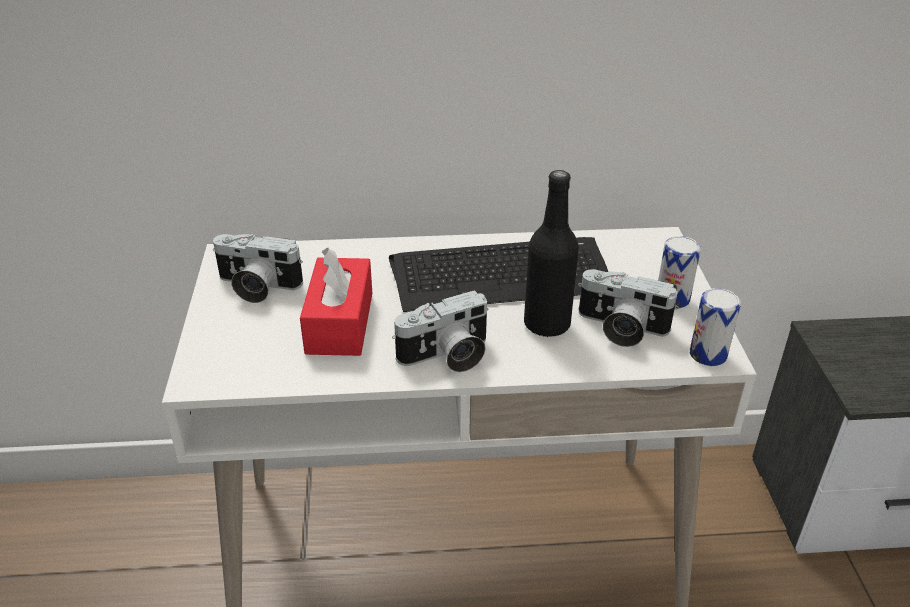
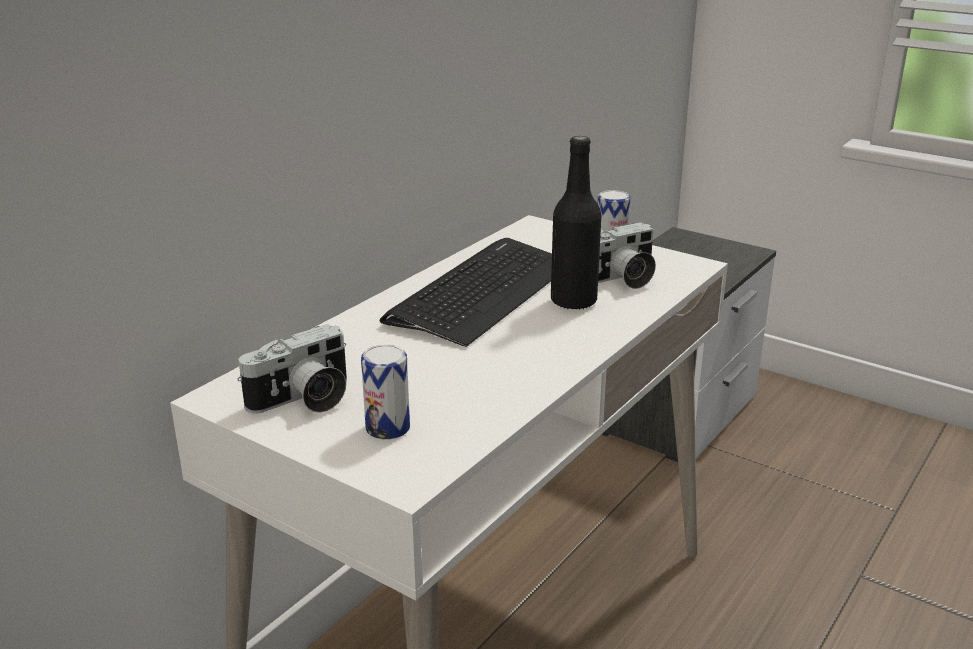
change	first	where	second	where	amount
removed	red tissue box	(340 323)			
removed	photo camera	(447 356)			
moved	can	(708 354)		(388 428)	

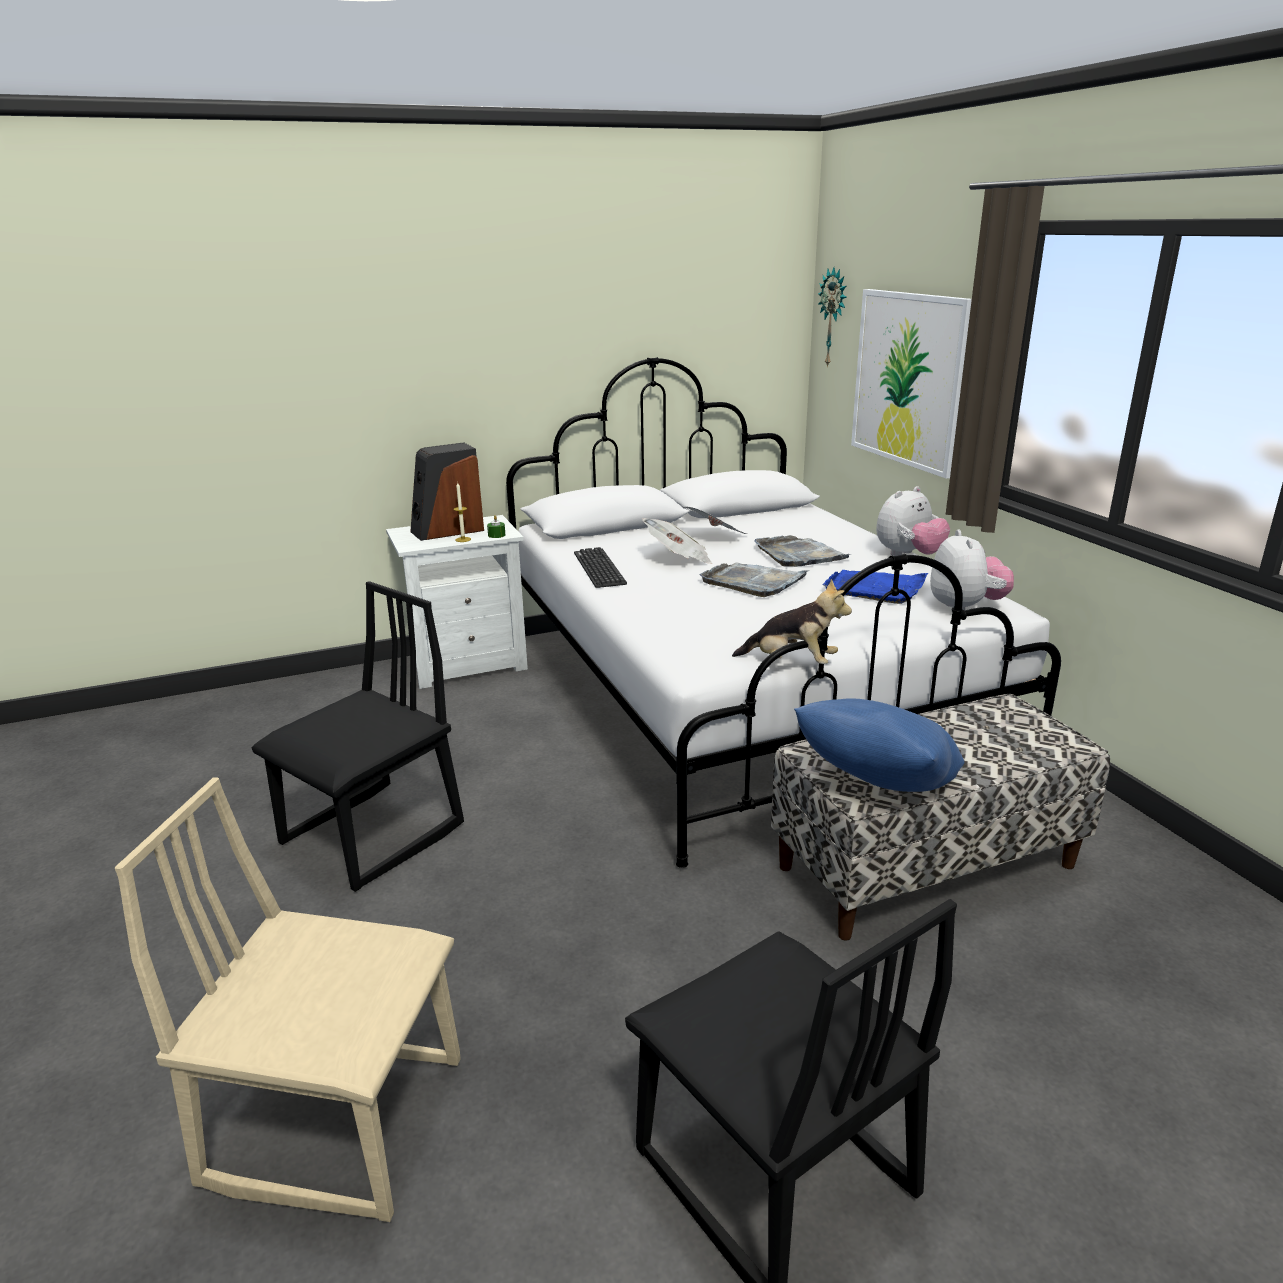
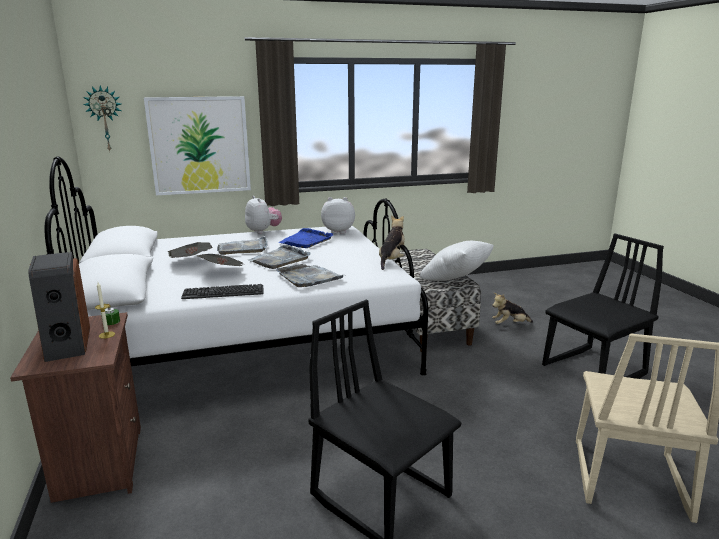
change	first	where	second	where	amount
added			grey tray	(309 277)	
added			plush toy	(509 324)	
recoloured	white nightstand	(467 664)	brown nightstand	(98 463)	
recoloured	blue pillow	(876 788)	white pillow	(456 280)	

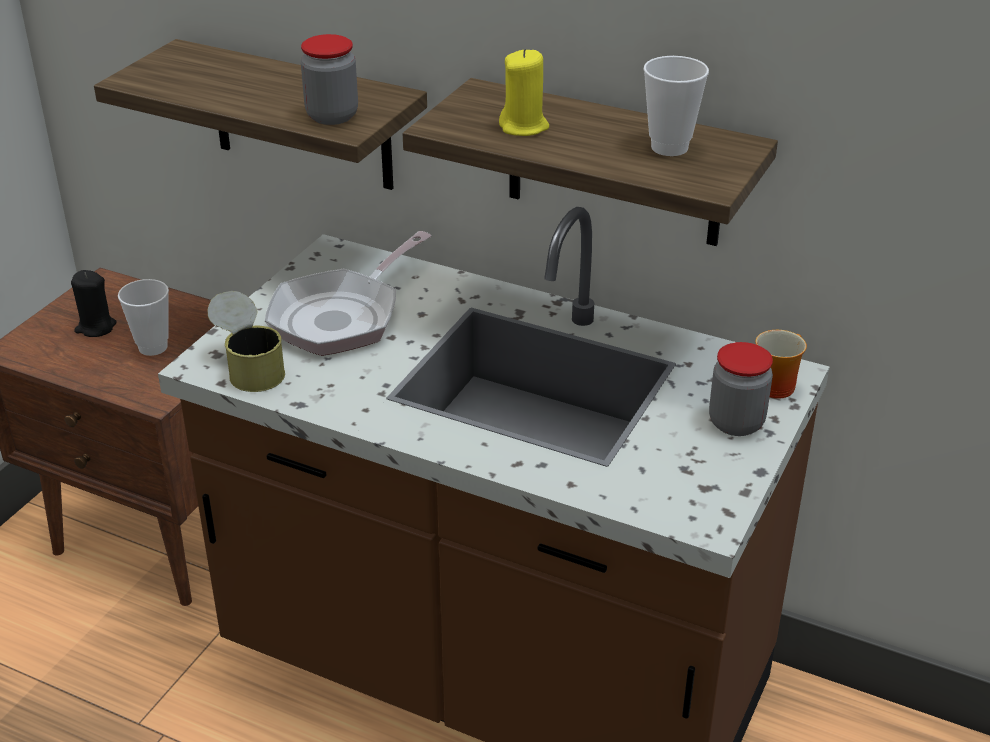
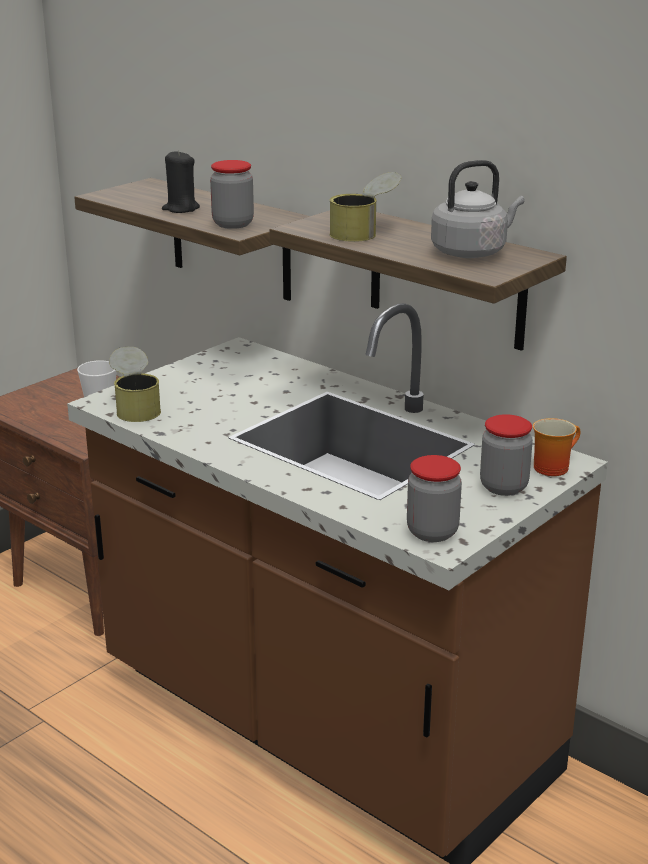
change	first	where	second	where	amount
removed	frying pan	(342 316)			
added			jar	(432 532)	
moved	black candle	(95 327)		(181 209)	
replaced	yellow candle	(524 127)	can	(365 232)	
replaced	cup	(669 147)	grey kettle	(472 252)	

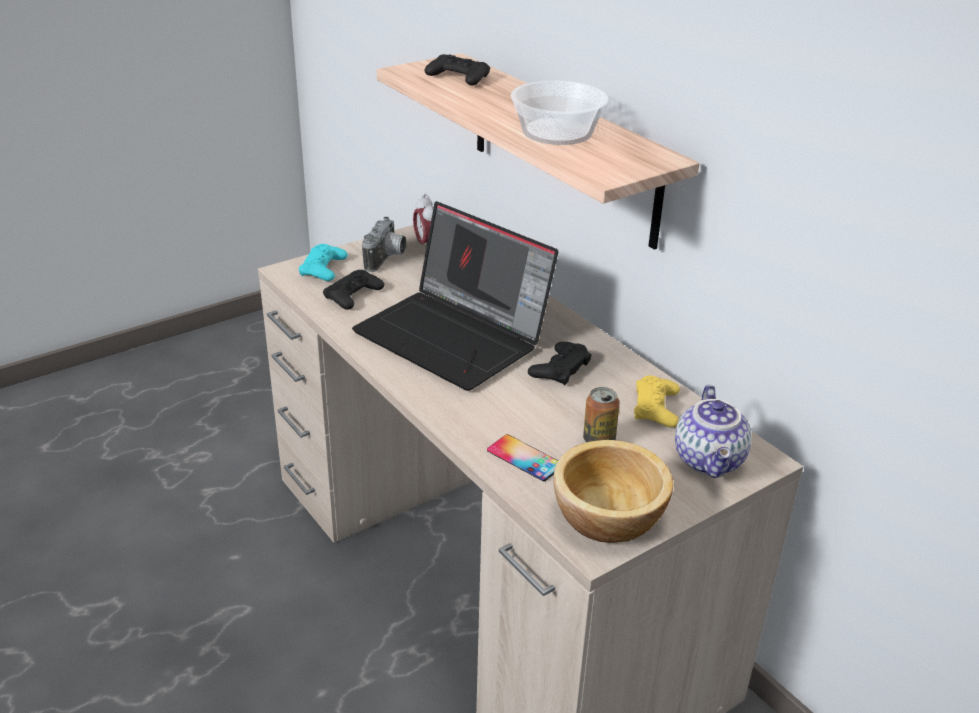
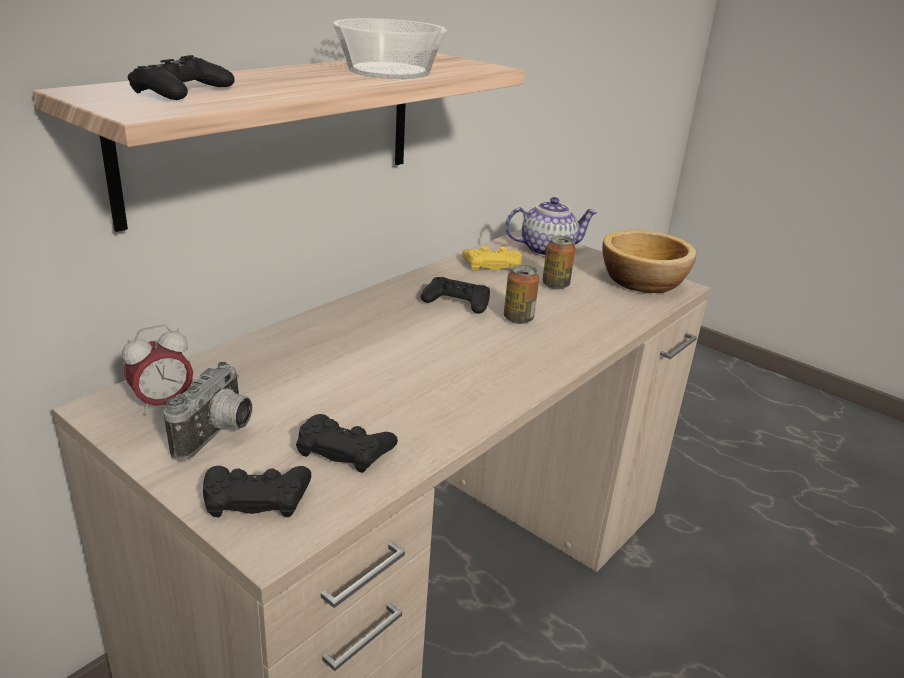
change	first	where	second	where	amount
removed	laptop	(455 337)			
removed	phone	(524 458)			
added			can	(518 318)	
recoloured	turquoise game controller	(323 268)	black game controller	(256 497)	
turned	photo camera	(387 260)		(218 434)	105 degrees clockwise

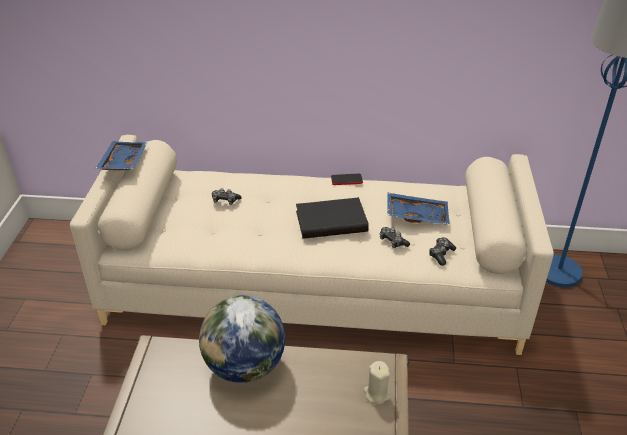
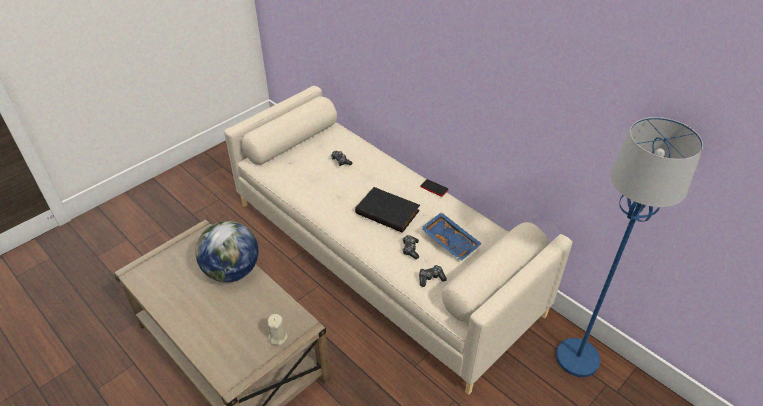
change	first	where	second	where	amount
removed	blue tray	(122 162)			

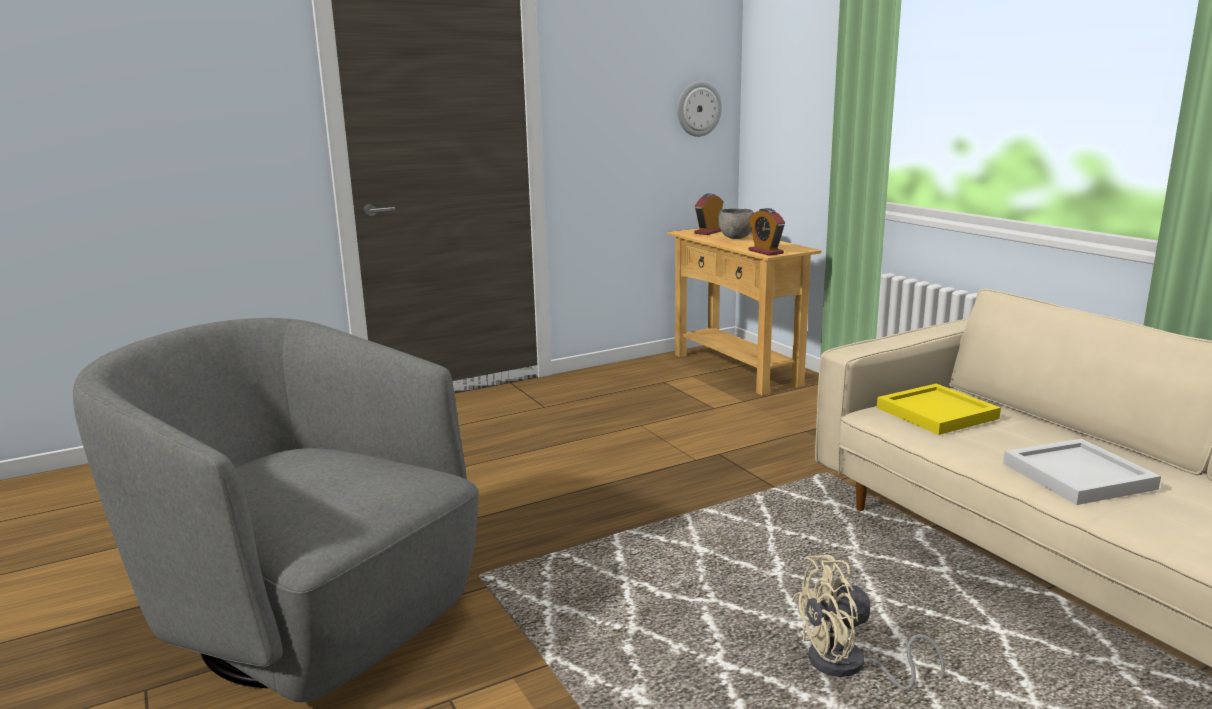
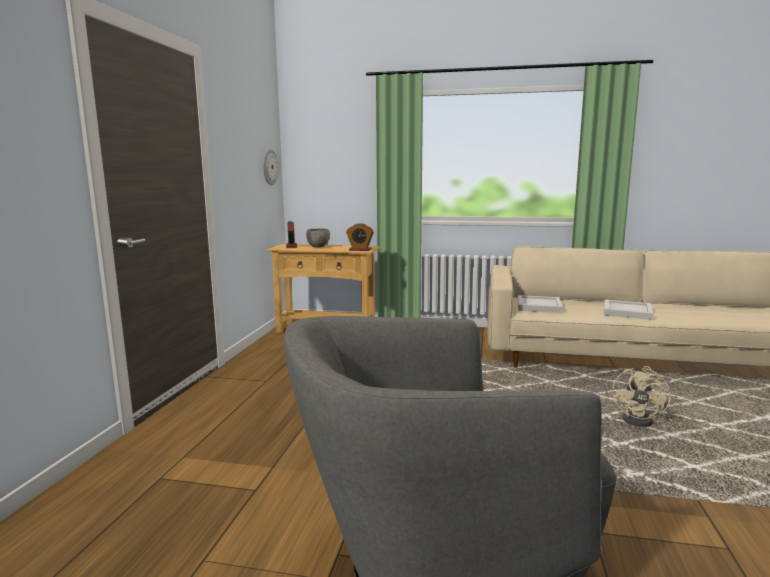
change	first	where	second	where	amount
recoloured	yellow tray	(936 412)	white tray	(538 306)	

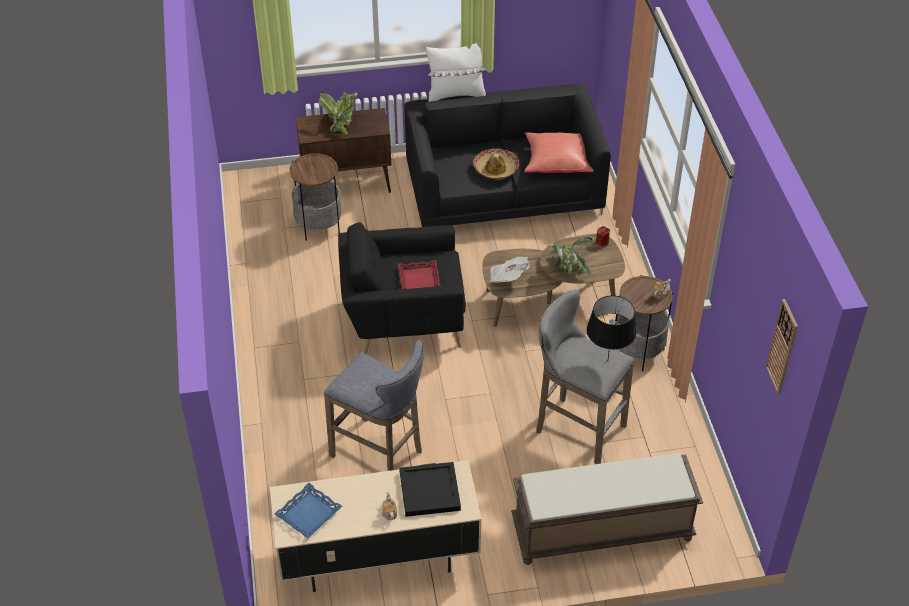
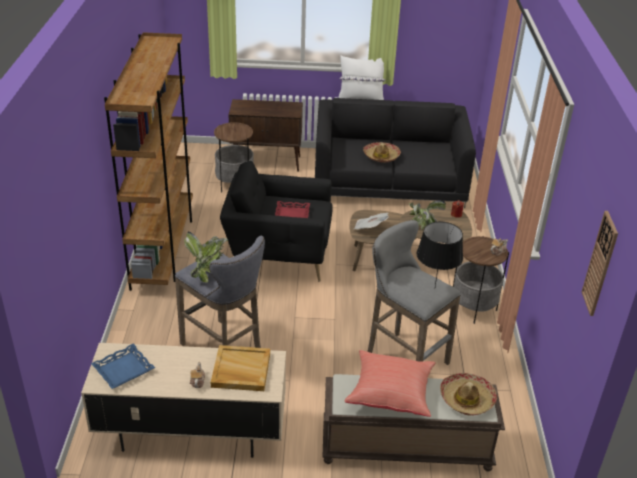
change	first	where	second	where	amount
added			brown bookcase	(163 249)	
added			hat	(467 399)	
moved	potted plant	(341 124)		(207 270)	
moved	red pillow	(557 162)		(390 393)	
recoloured	black tray	(429 491)	beige tray	(240 370)	

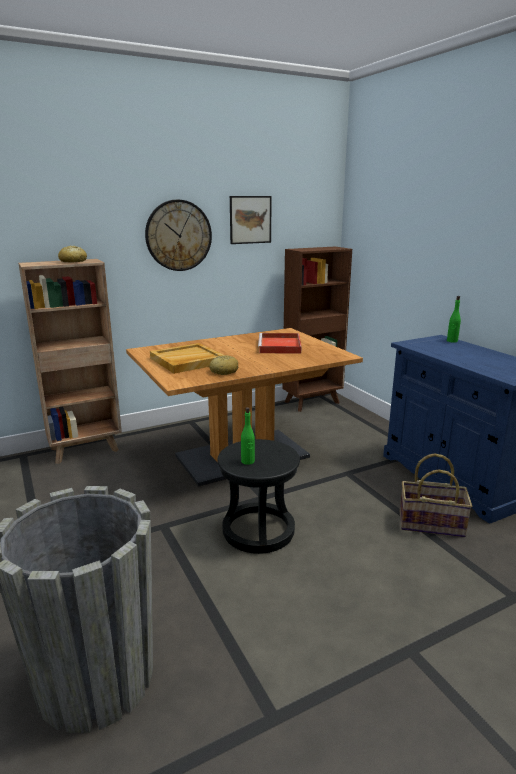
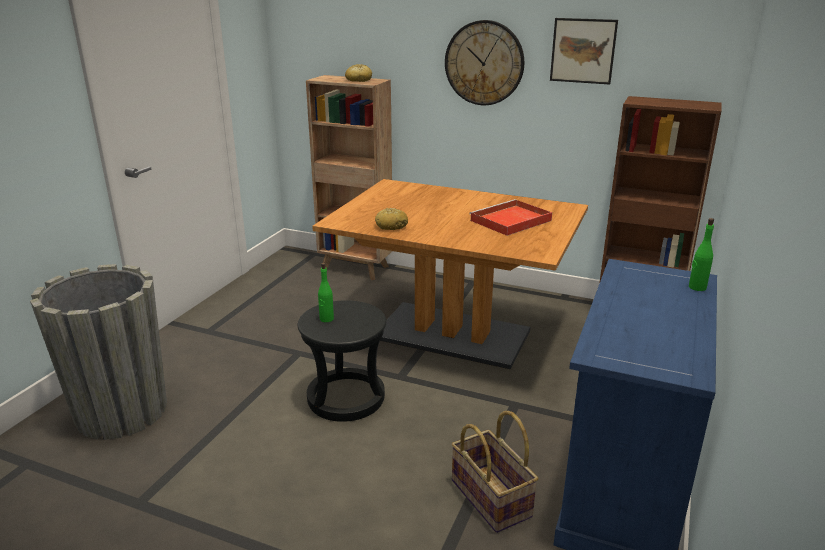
change	first	where	second	where	amount
removed	beige tray	(187 361)			

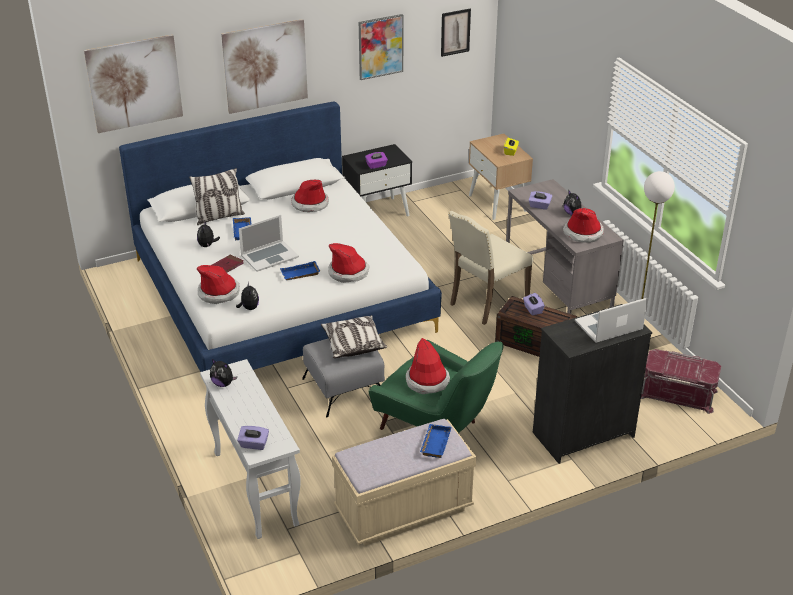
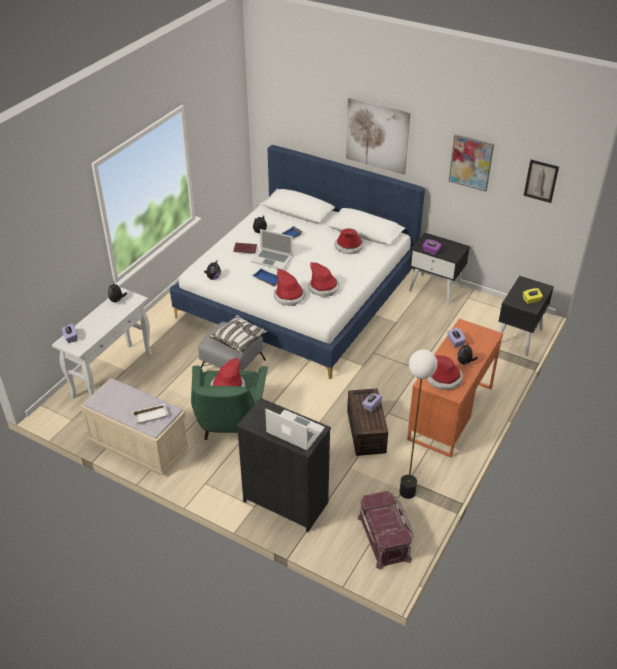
change	first	where	second	where	amount
removed	picture	(134 83)			
removed	pillow	(219 217)			
removed	beige chair	(486 303)			
moved	hat	(219 292)		(323 288)	
recoloured	blue tray	(434 443)	white tray	(151 415)	
recoloured	beige nightstand	(497 203)	black nightstand	(518 337)	
recoloured	grey desk	(557 284)	orange desk	(450 413)	

